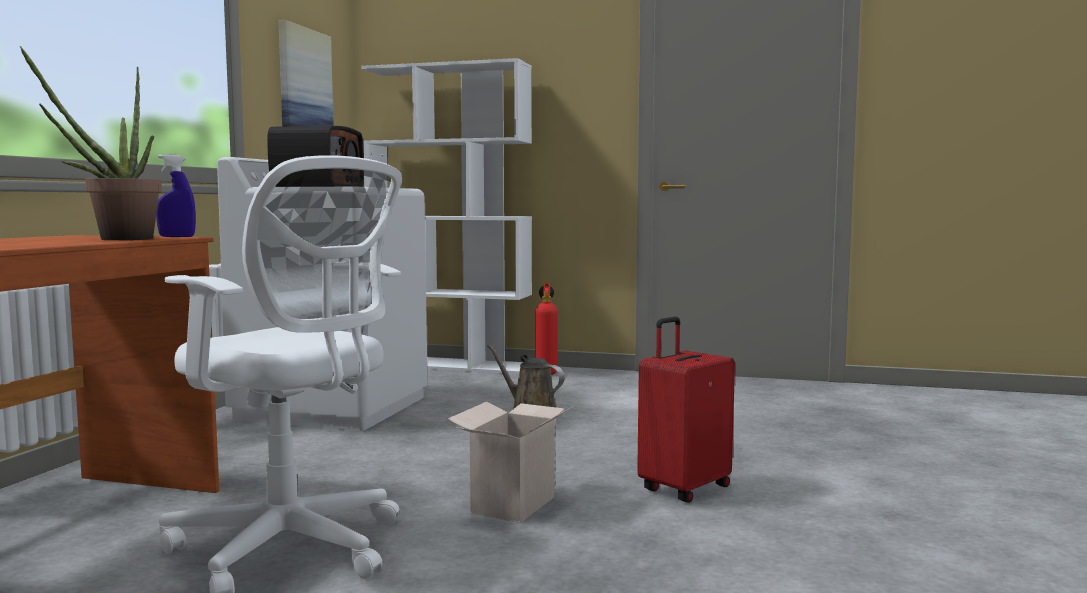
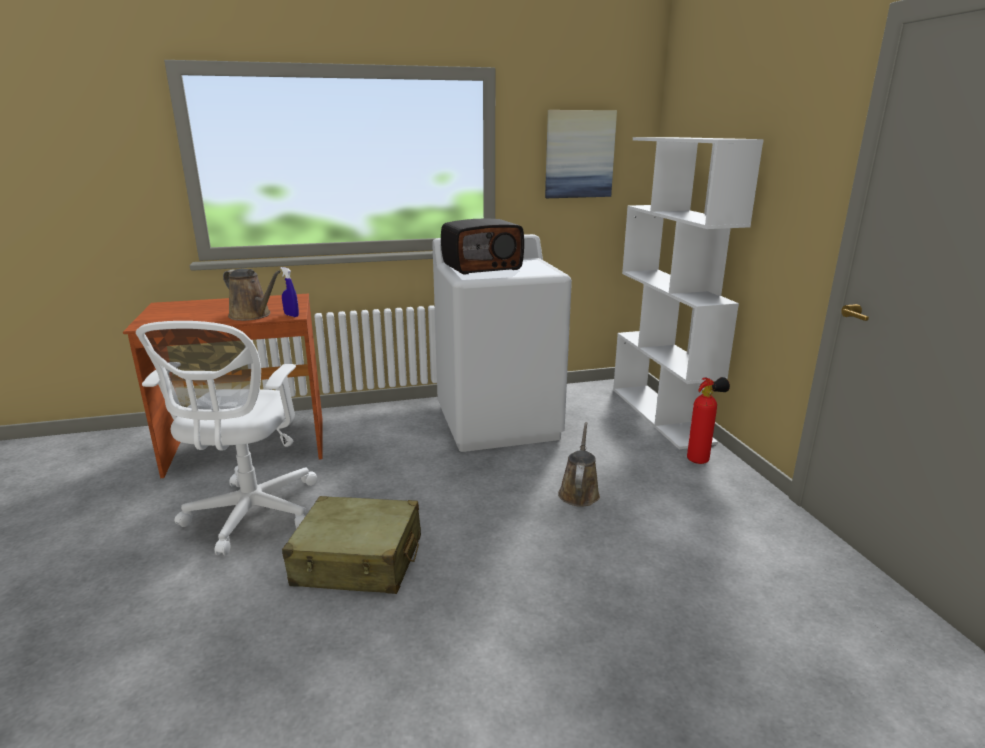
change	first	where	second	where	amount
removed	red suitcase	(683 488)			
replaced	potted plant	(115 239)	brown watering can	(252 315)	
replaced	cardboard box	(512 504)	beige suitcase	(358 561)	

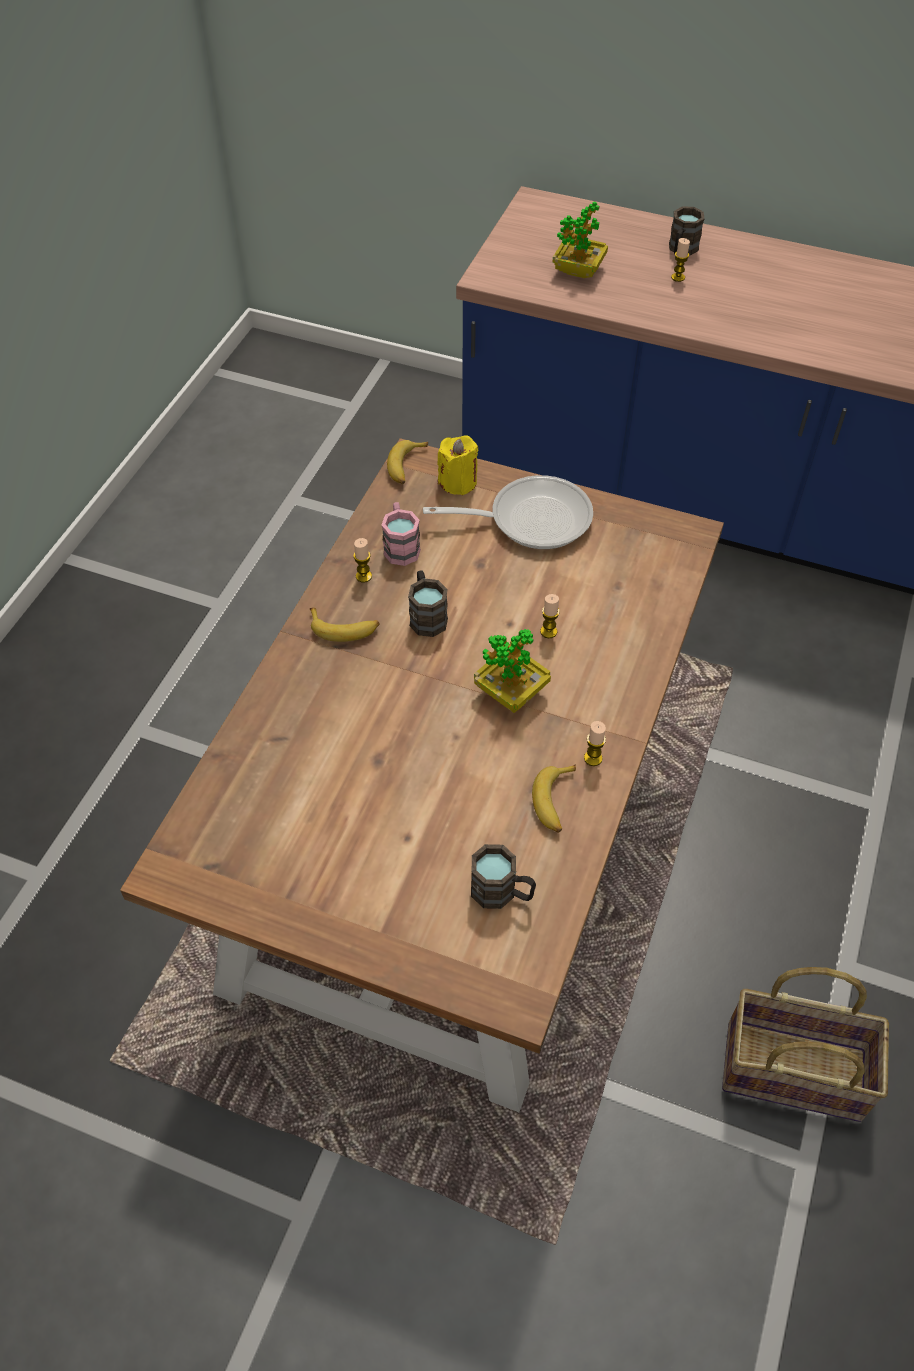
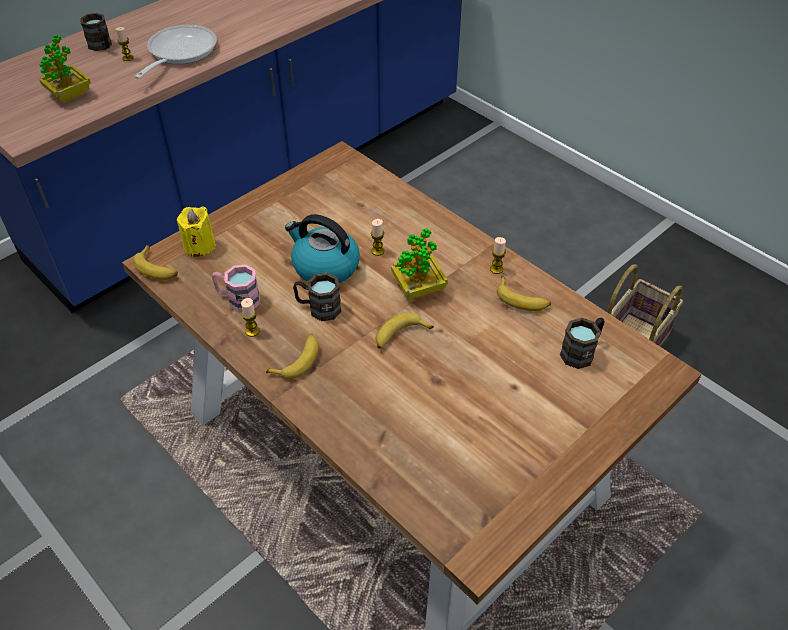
change	first	where	second	where	amount
added			kettle	(324 267)	
added			banana	(400 336)	
moved	frying pan	(530 519)		(179 53)	

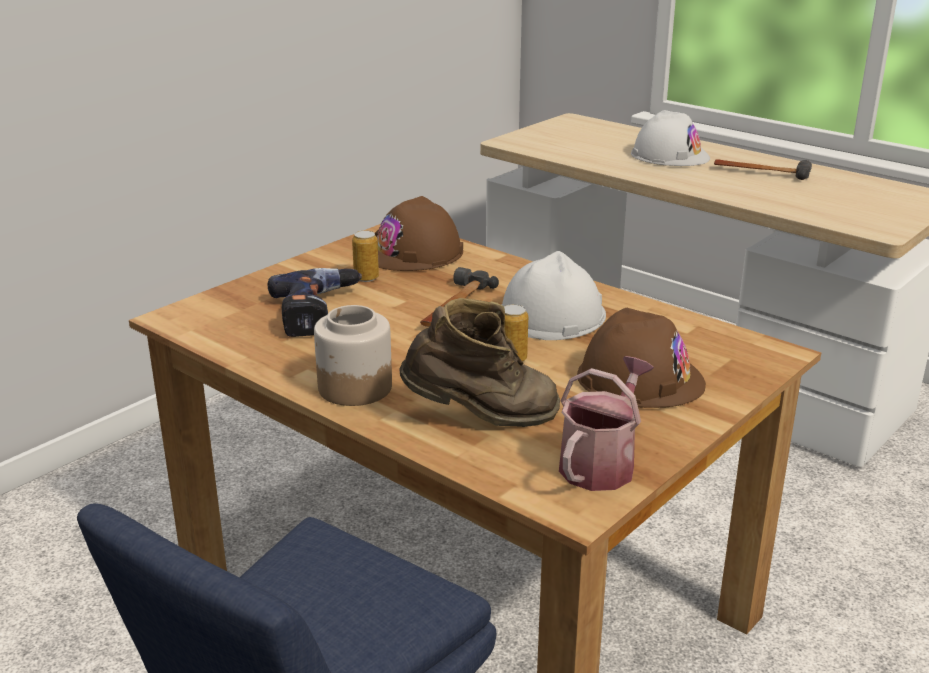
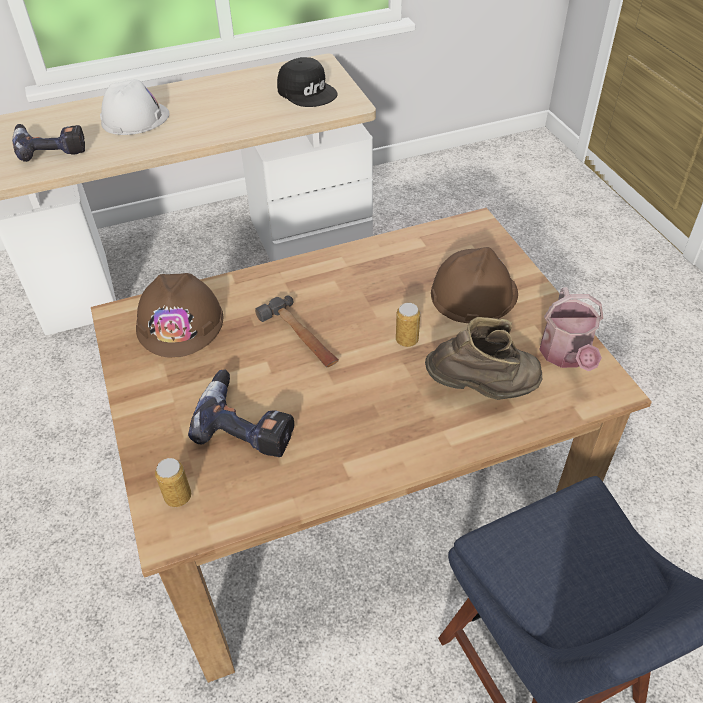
change	first	where	second	where	amount
removed	jar	(354 387)			
removed	white hard hat	(552 315)			
removed	hammer	(761 172)			
added			power drill	(51 148)	
added			black cap	(307 91)	
moved	can	(366 278)		(178 497)	
turned	brown boot	(482 420)		(483 390)	60 degrees clockwise
turned	watering can	(601 463)		(566 356)	150 degrees counterclockwise

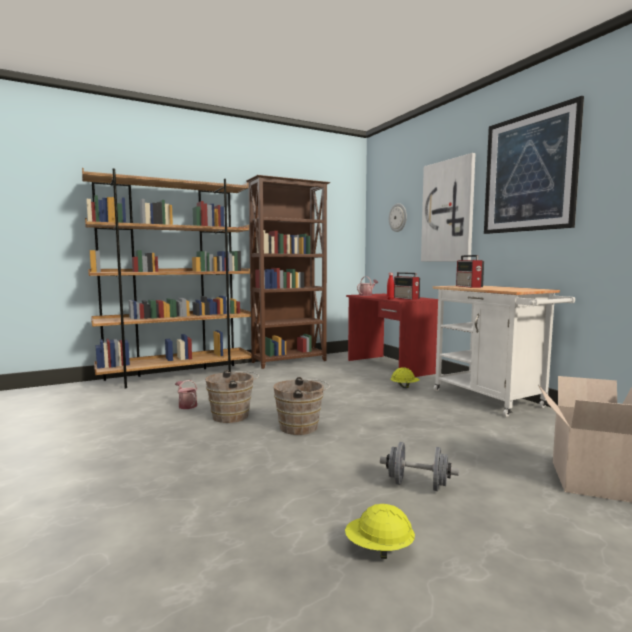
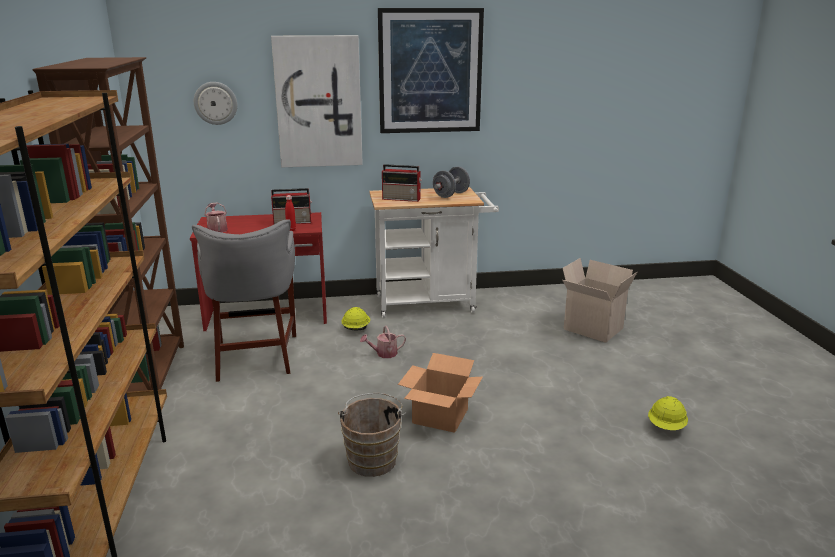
change	first	where	second	where	amount
added			grey stool	(256 356)	
moved	watering can	(186 405)		(383 354)	
moved	grey dumbbell	(417 485)		(451 195)	
replaced	brown bucket	(302 427)	cardboard box	(441 416)	

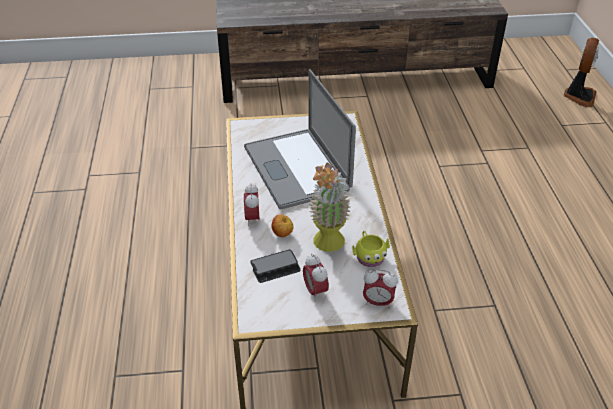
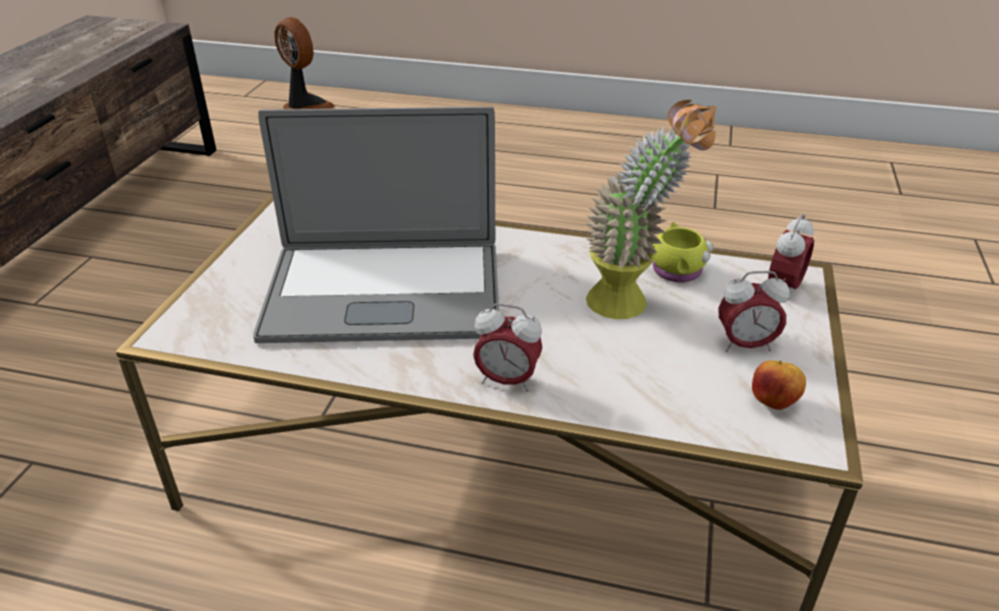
change	first	where	second	where	amount
removed	phone	(275 267)			
moved	apple	(282 234)		(773 402)	

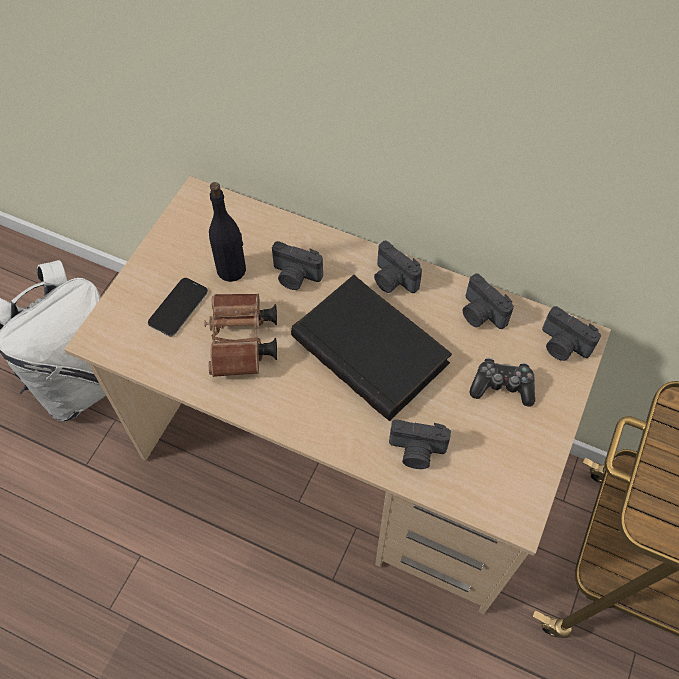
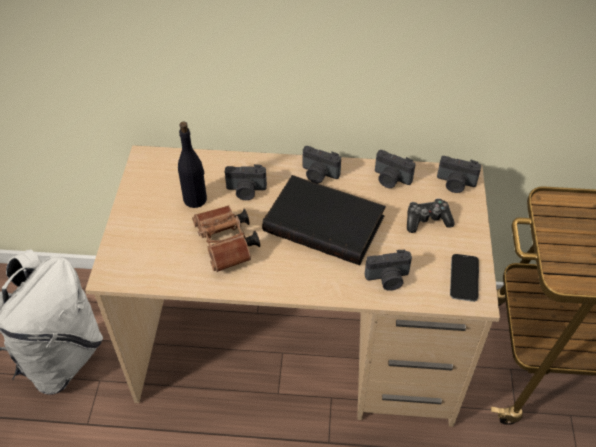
change	first	where	second	where	amount
moved	phone	(178 307)		(464 278)	

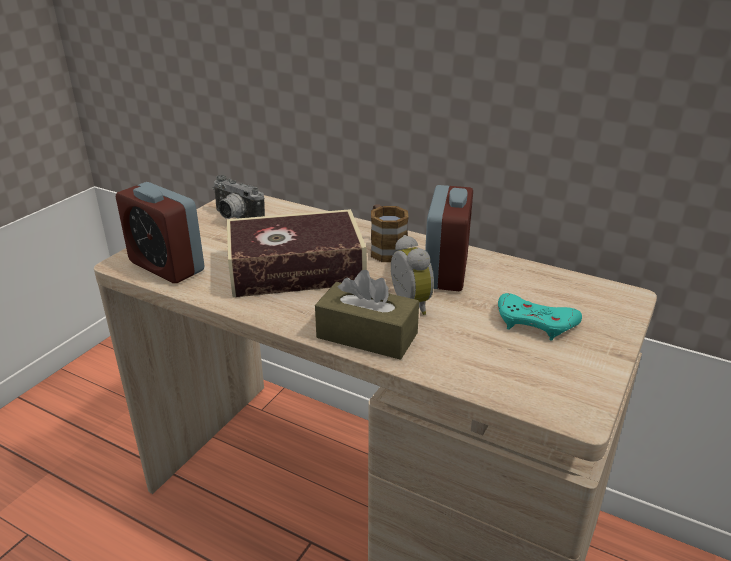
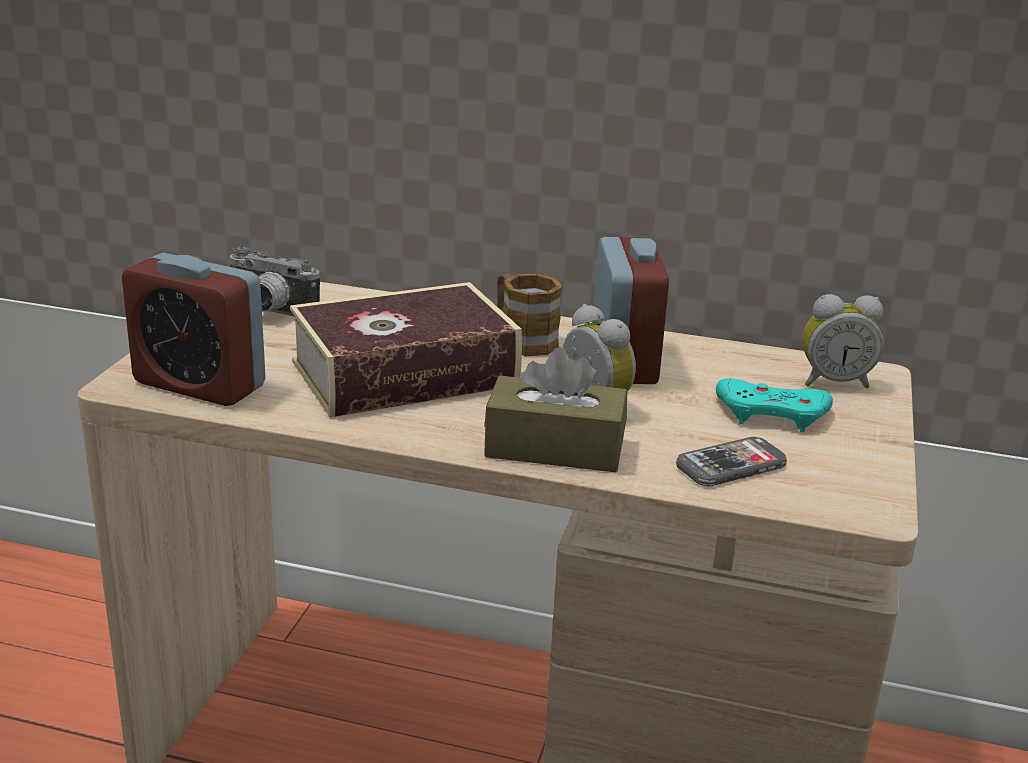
change	first	where	second	where	amount
added			phone	(731 465)	
added			alarm clock	(834 382)	

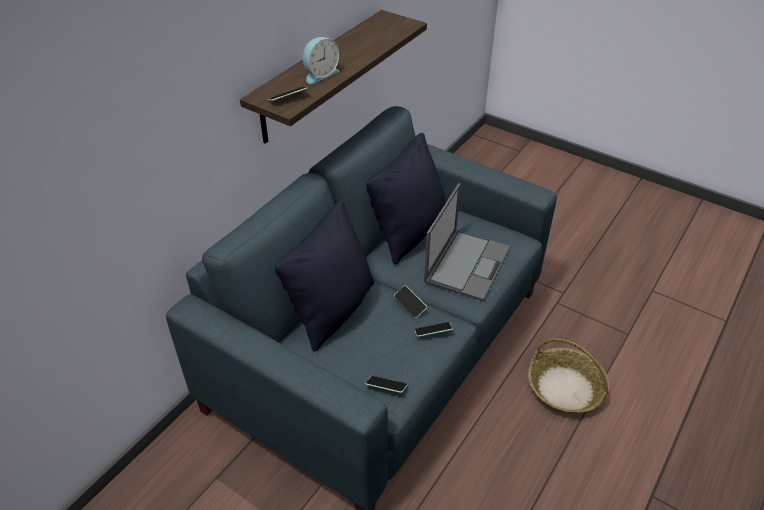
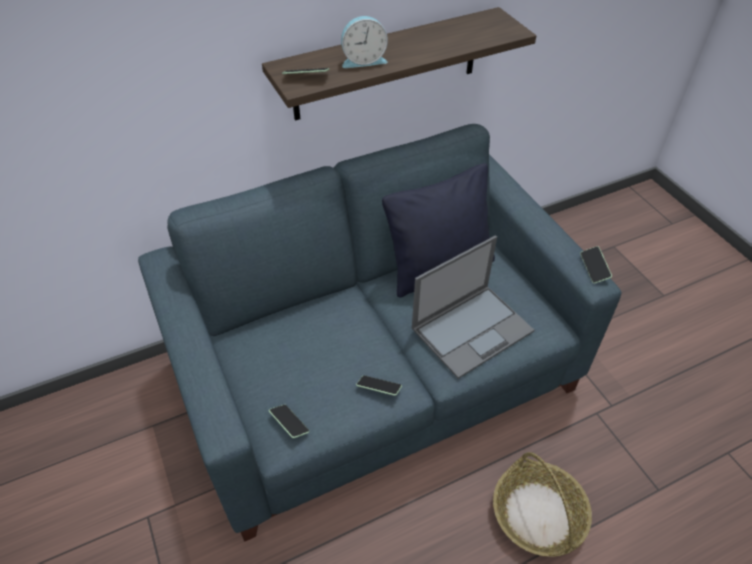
change	first	where	second	where	amount
removed	black pillow	(332 310)			
moved	phone	(410 305)		(594 268)	

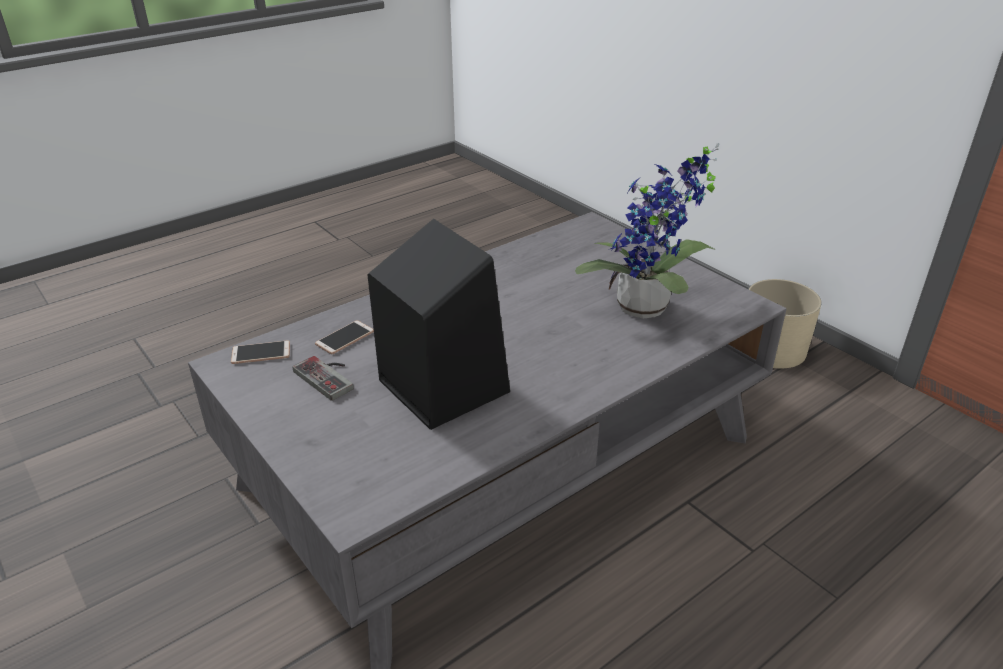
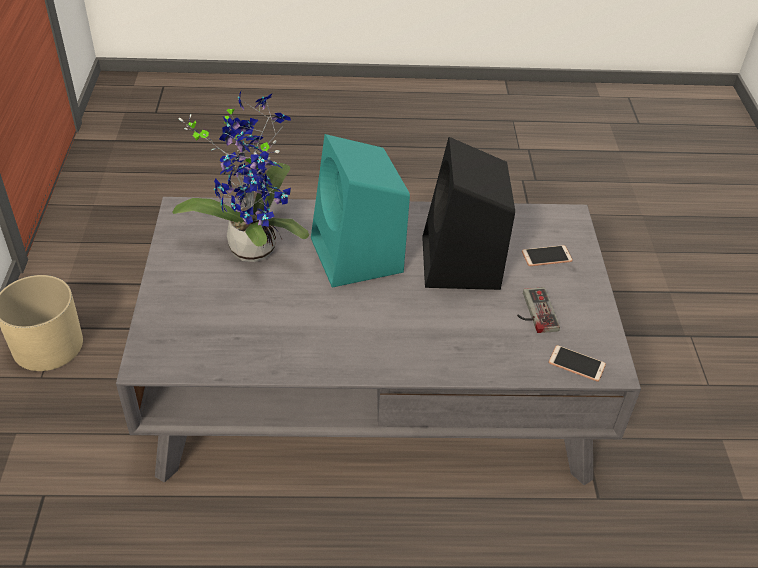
change	first	where	second	where	amount
added			turquoise speaker	(358 256)	
moved	phone	(345 338)		(546 256)	

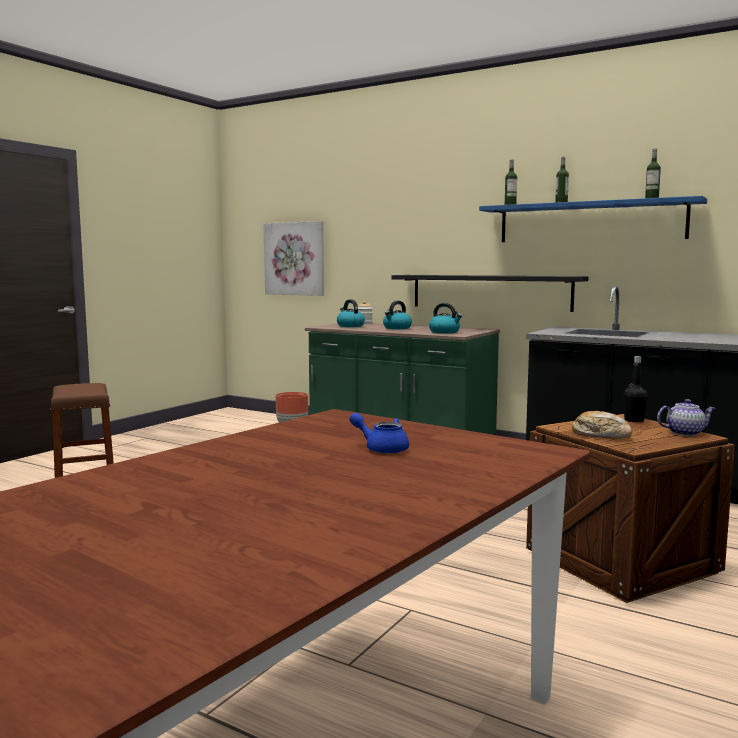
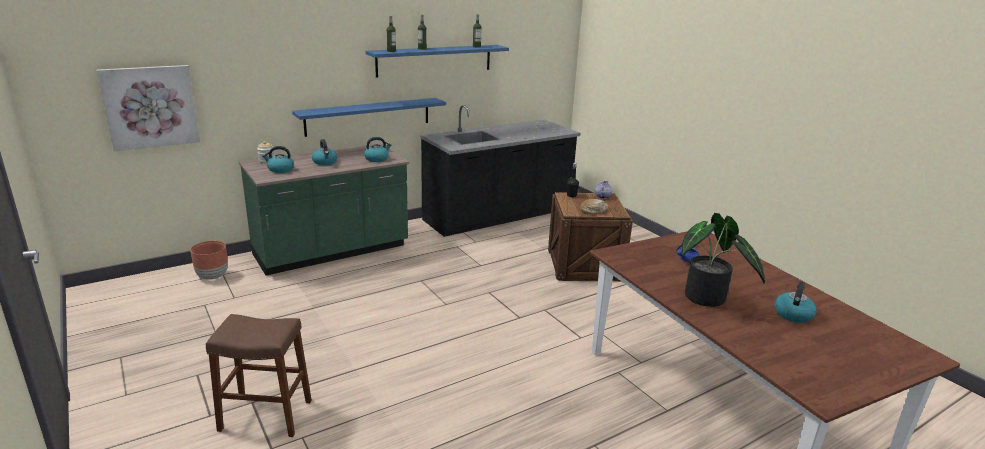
change	first	where	second	where	amount
added			potted plant	(707 300)	
added			kettle	(793 314)	
recoloured	black shelf	(489 292)	blue shelf	(368 116)	

